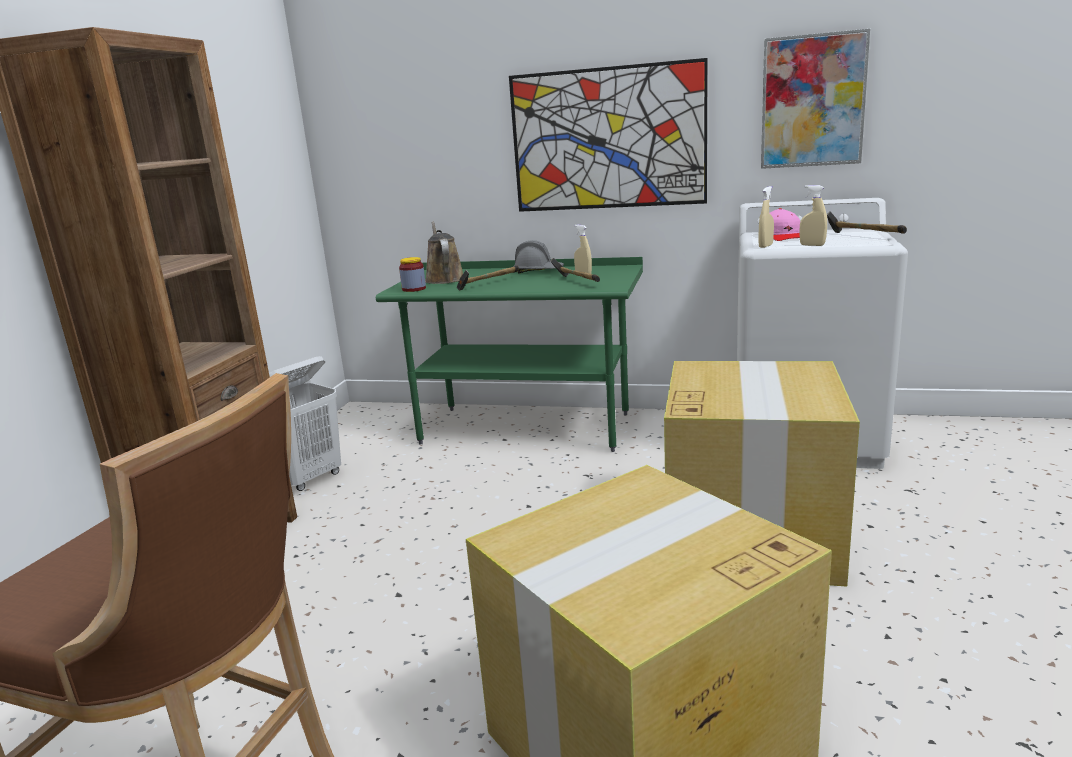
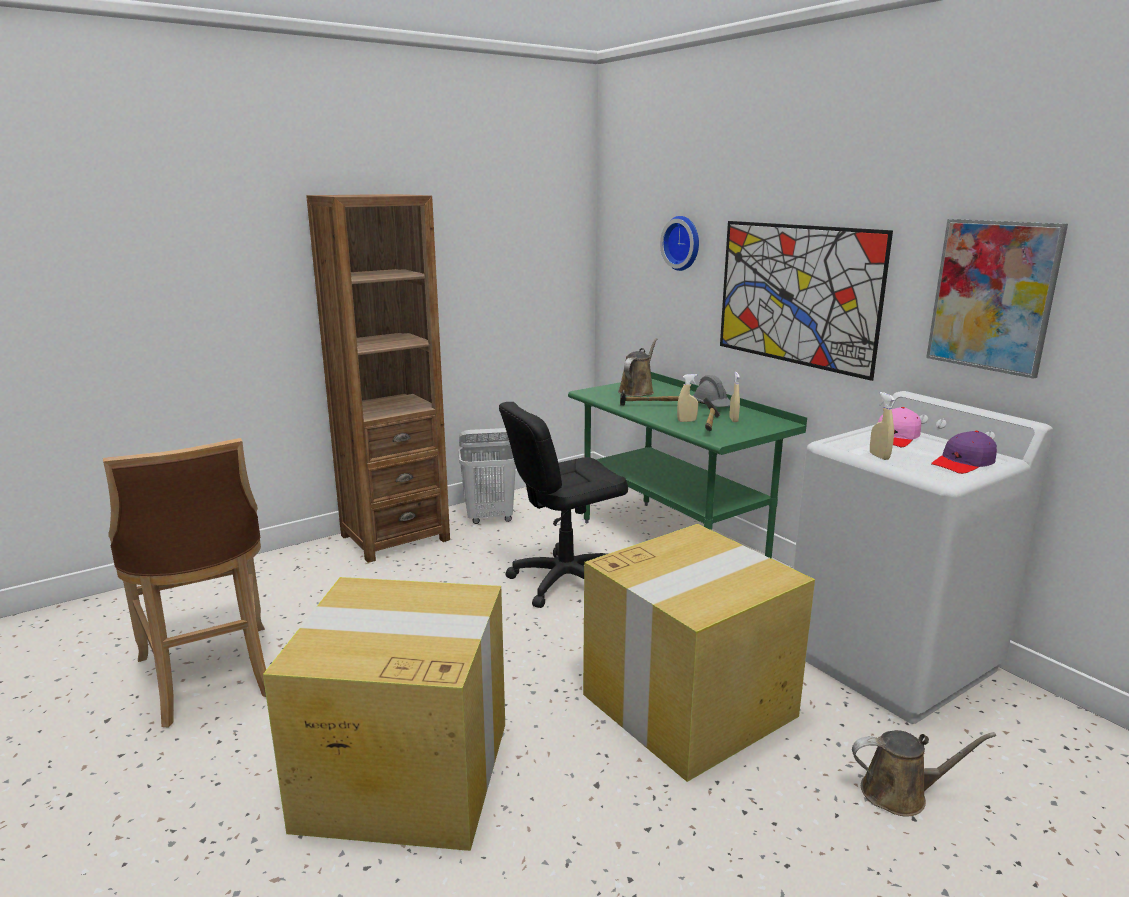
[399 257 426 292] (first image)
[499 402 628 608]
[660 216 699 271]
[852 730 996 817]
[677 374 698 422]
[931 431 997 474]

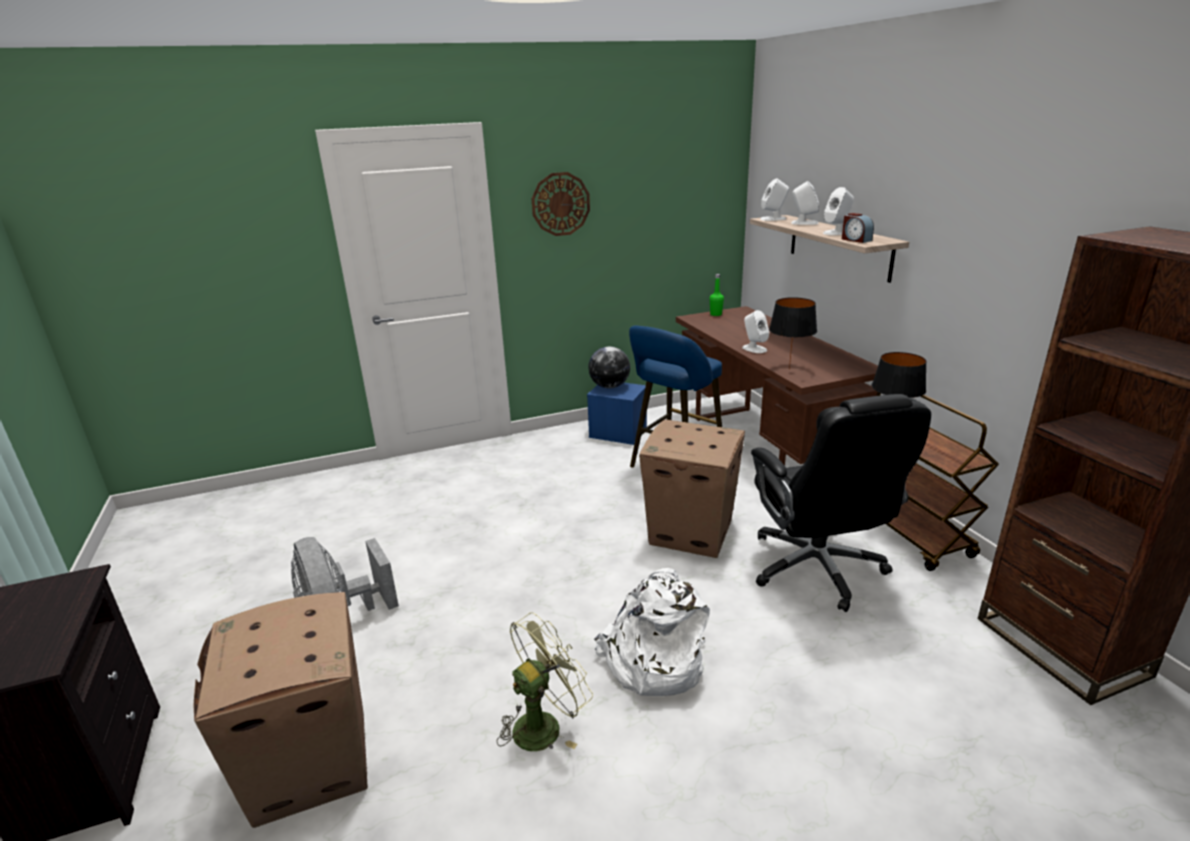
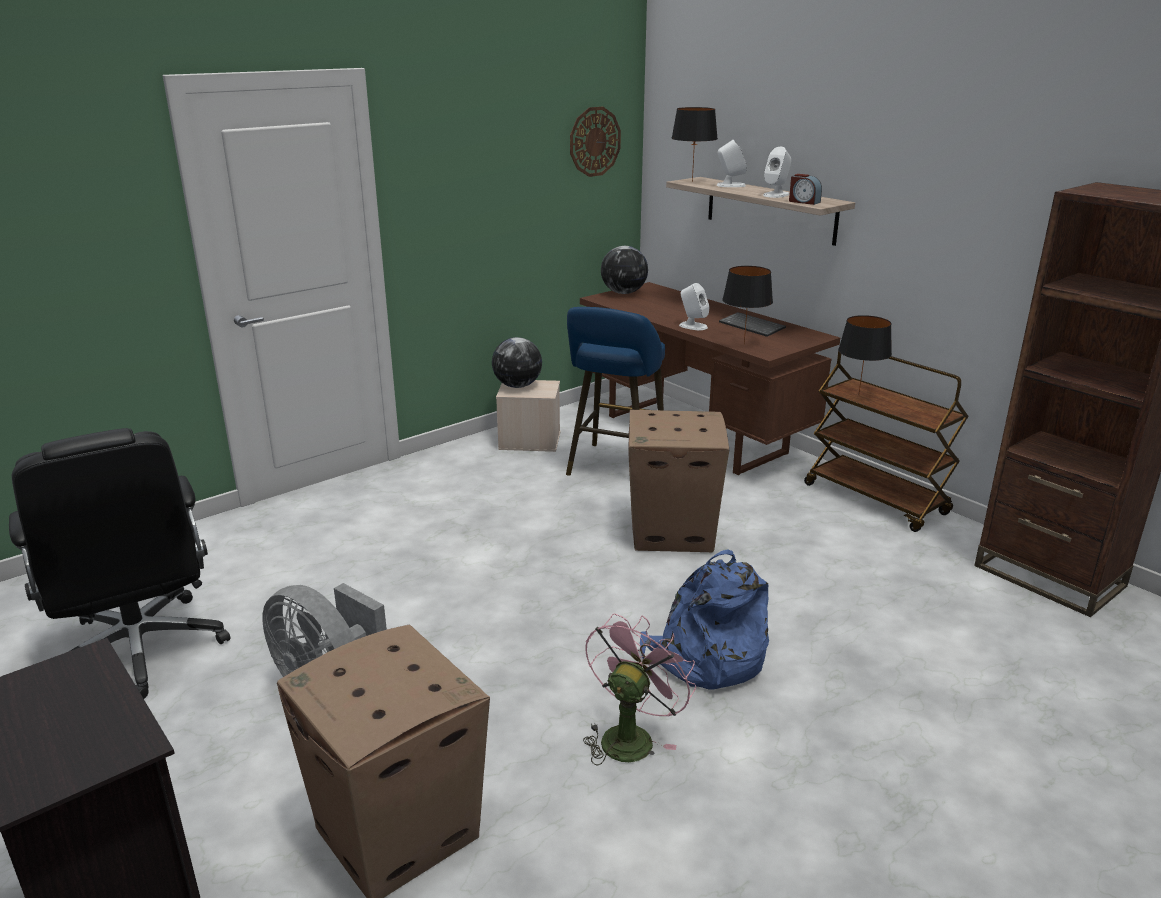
[719 312 786 337]
[570 107 621 177]
[9 428 230 699]
[601 246 648 294]
[671 107 718 182]
[583 614 696 765]
[496 380 561 452]
[640 549 769 690]

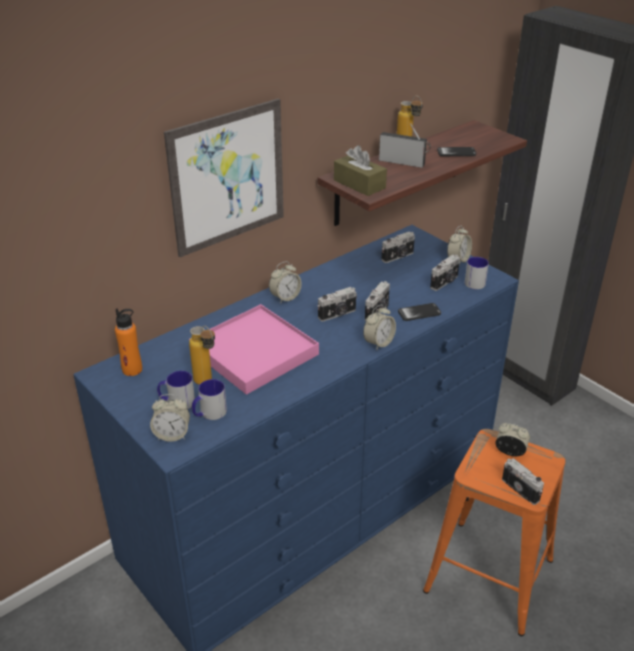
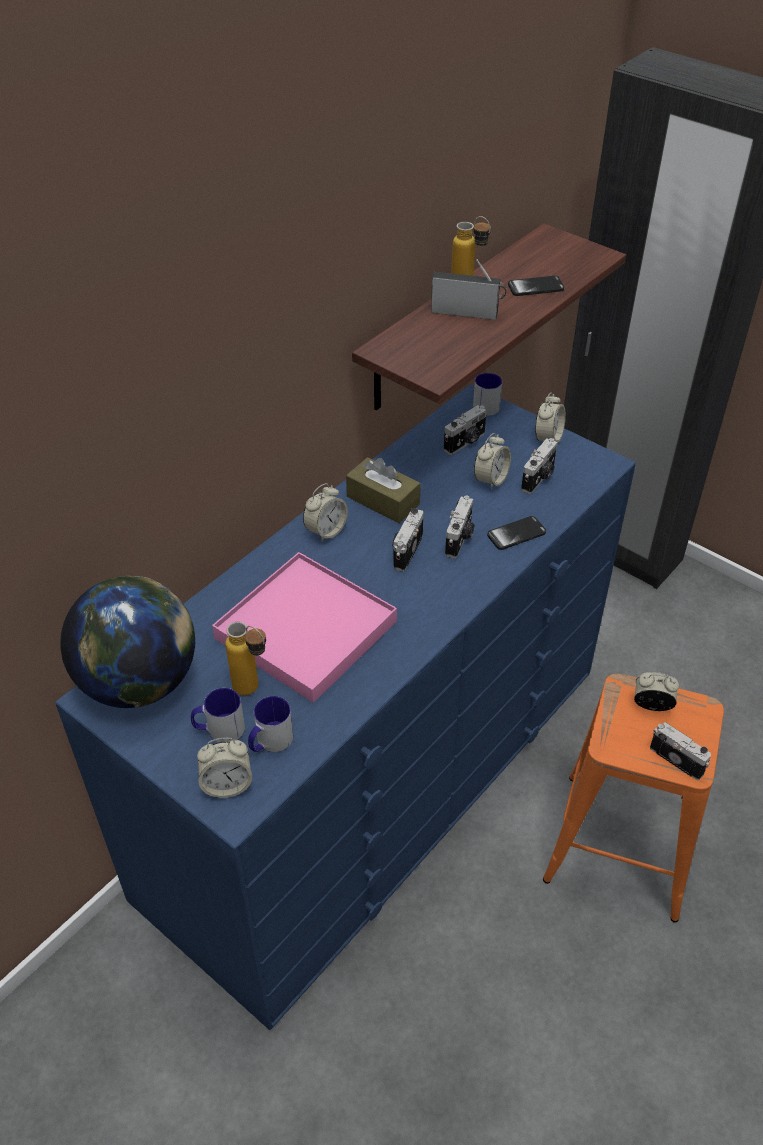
[164 99 284 257] (first image)
[346 457 421 523]
[474 433 511 490]
[473 373 502 416]
[60 576 195 708]
[392 508 424 572]

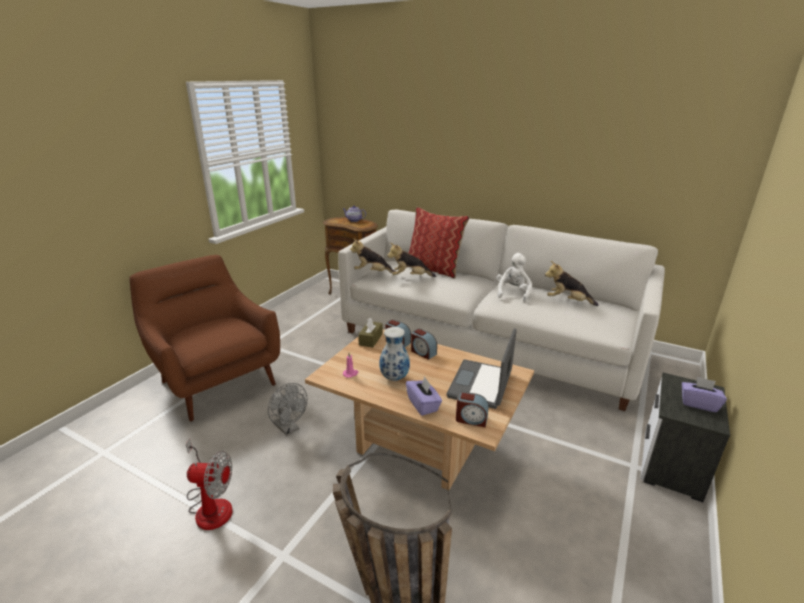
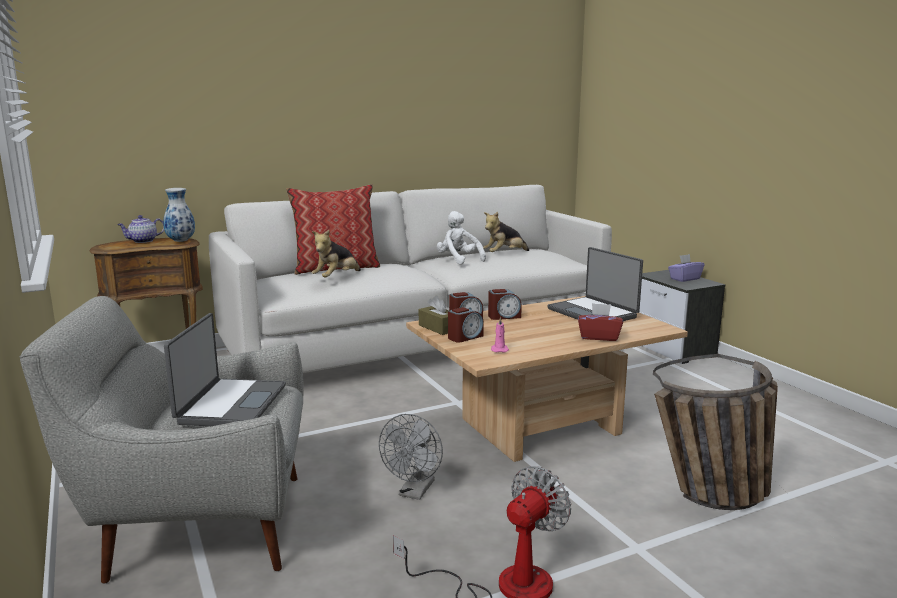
[350 238 396 273] (first image)
[164 313 286 426]
[163 188 195 242]
[448 307 484 343]
[19 296 304 583]
[578 303 623 341]
[379 414 443 500]

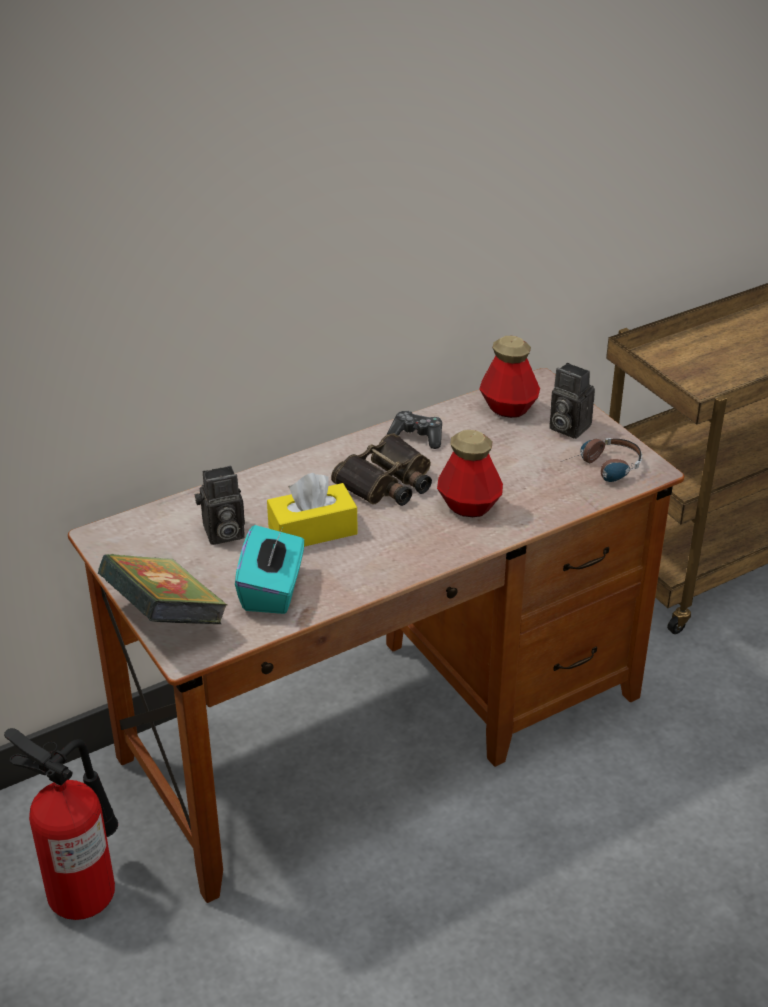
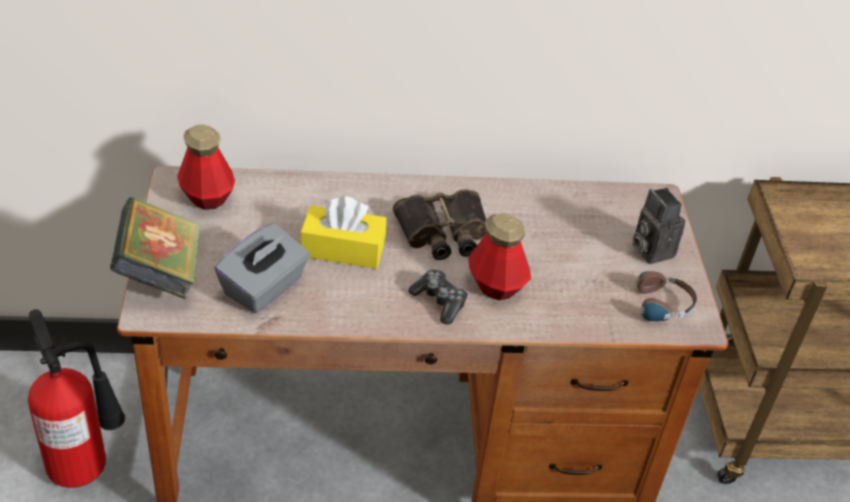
[195 466 245 545] (first image)
[408 269 468 324]
[177 124 235 210]
[214 223 310 313]

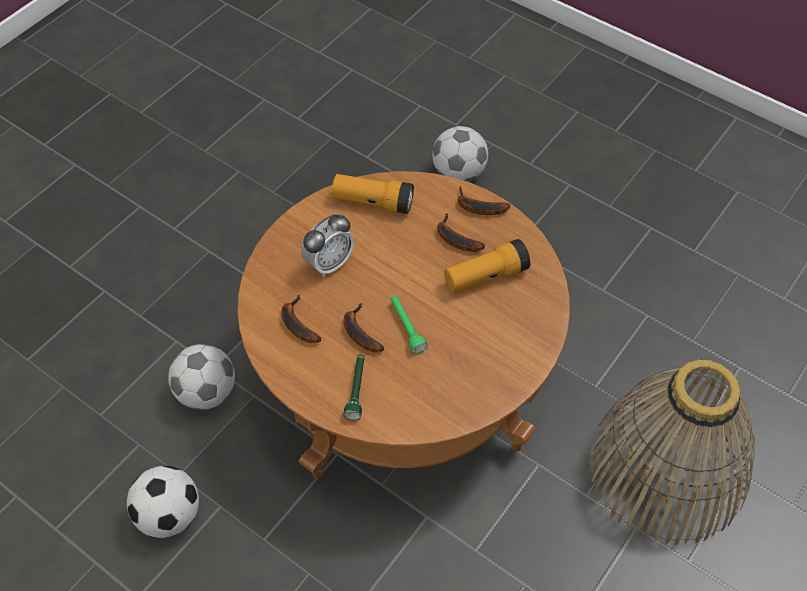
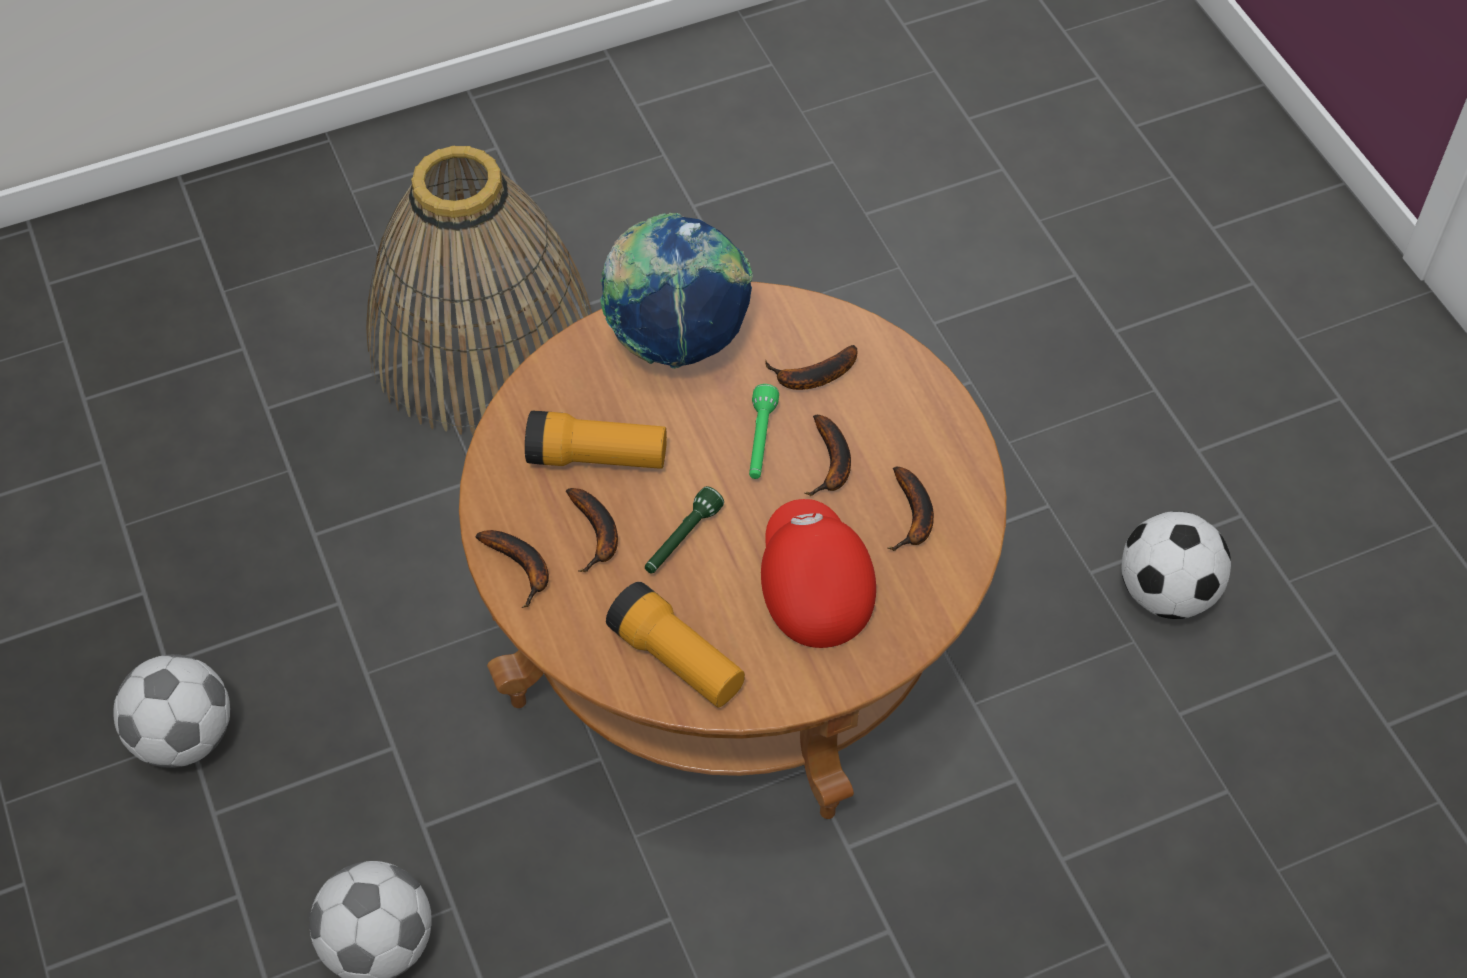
[600 213 753 369]
[765 345 857 390]
[113 654 230 768]
[645 486 724 574]
[761 499 876 648]

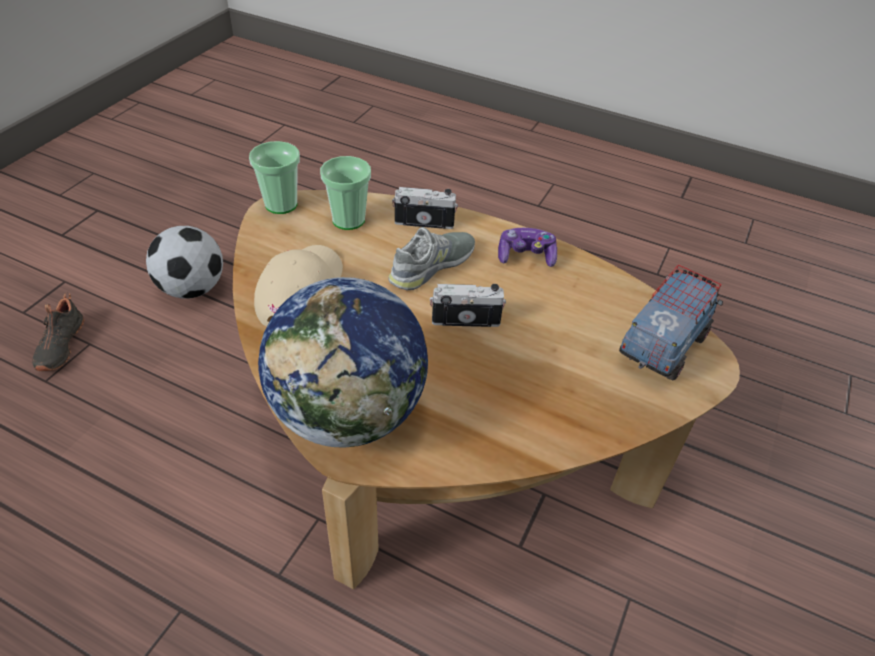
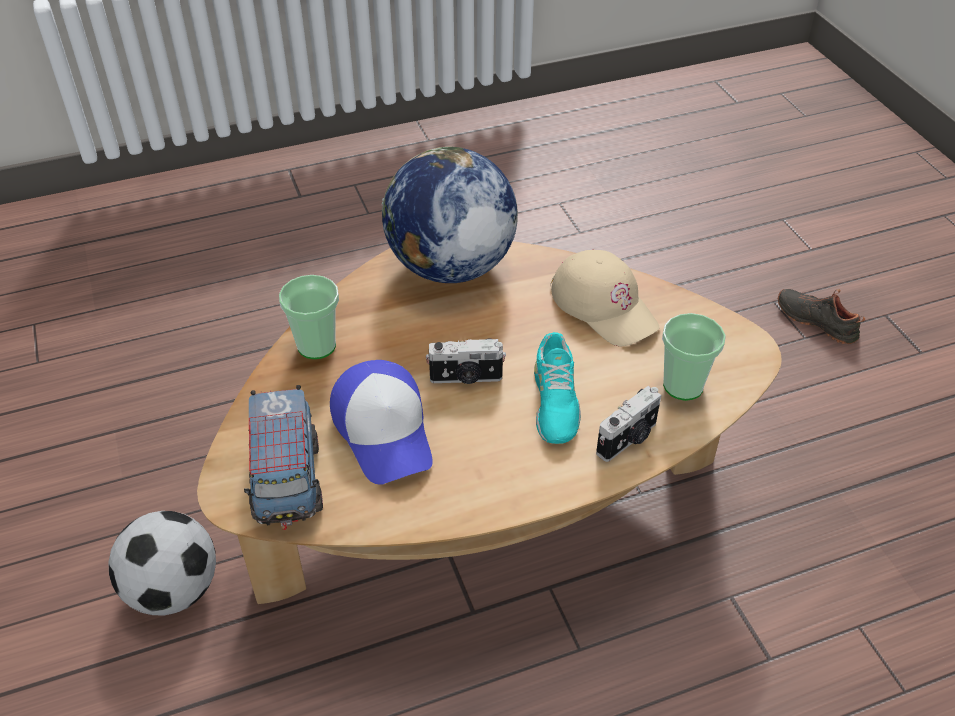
[498 228 557 267] (first image)
[330 360 433 485]
[108 511 216 616]
[279 275 339 359]
[534 332 581 444]
[426 338 506 384]

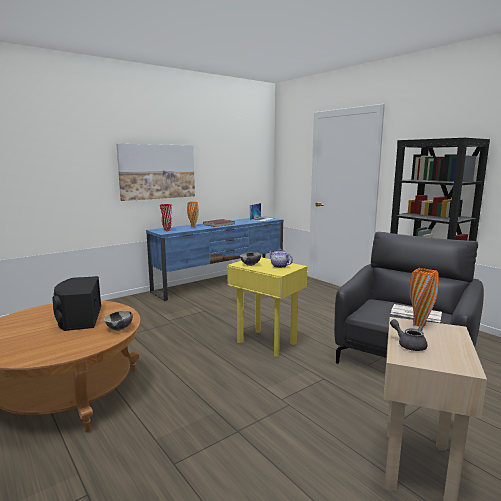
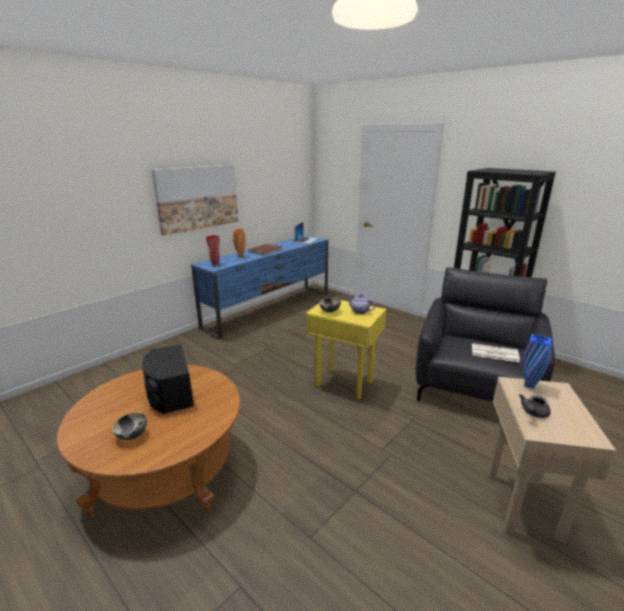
[112 412 147 440]
[522 334 552 389]
[519 394 551 418]

